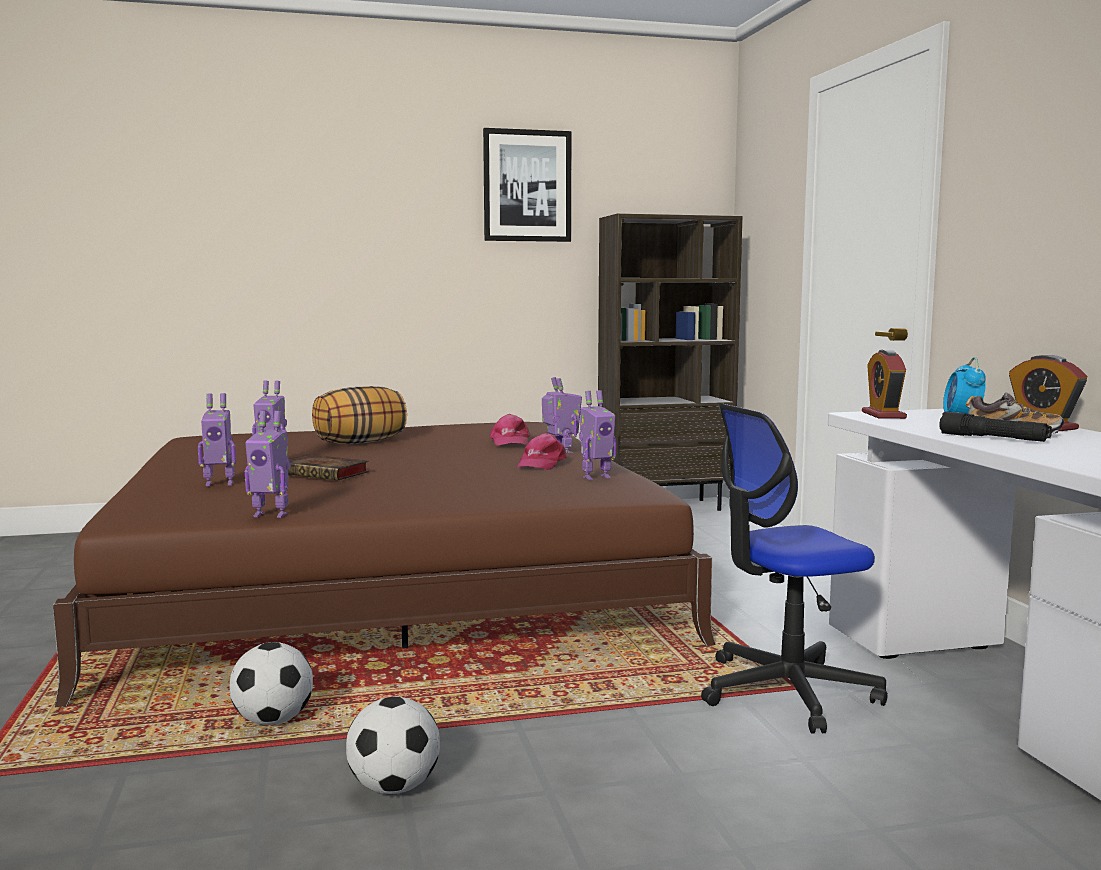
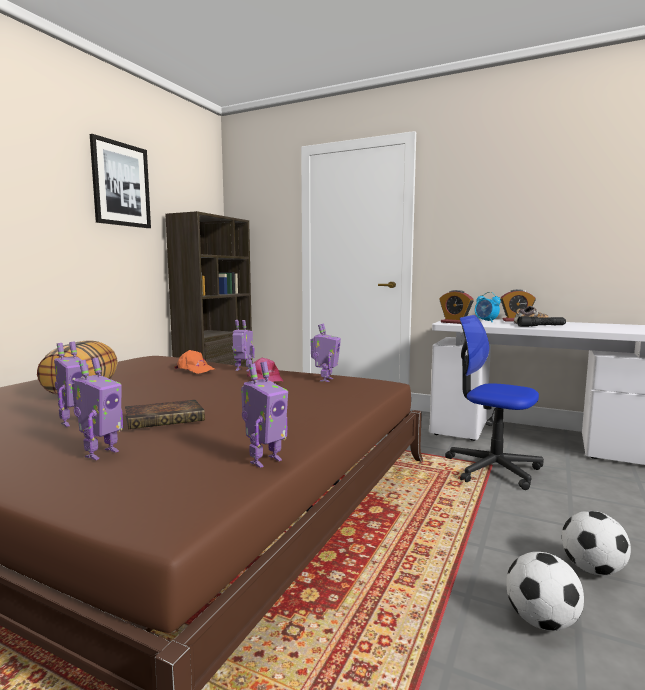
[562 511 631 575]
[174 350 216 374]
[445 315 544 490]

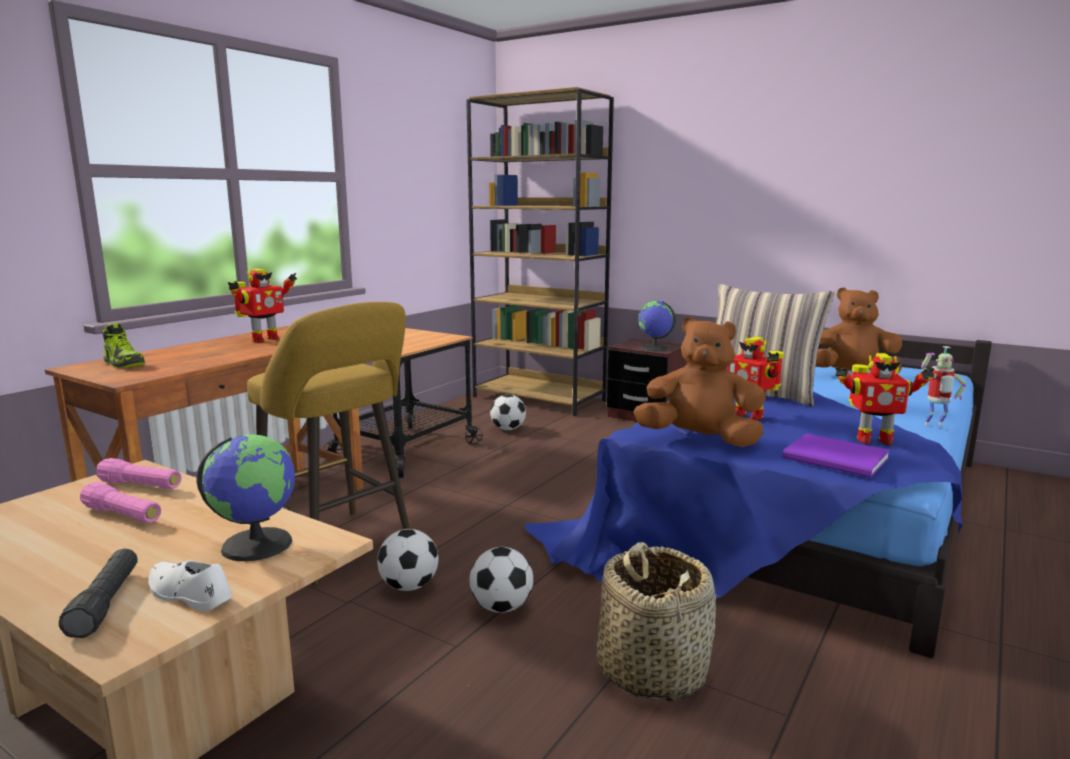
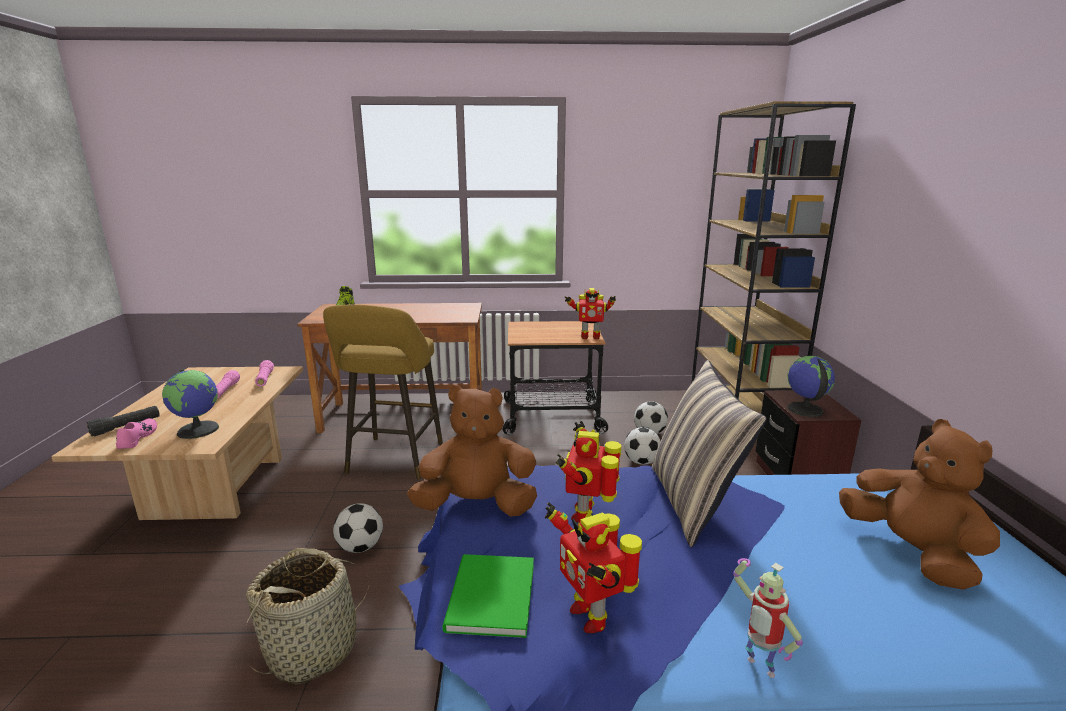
[565 288 616 339]
[624 427 661 465]
[116 418 157 449]
[442 554 534 638]
[407 385 537 517]

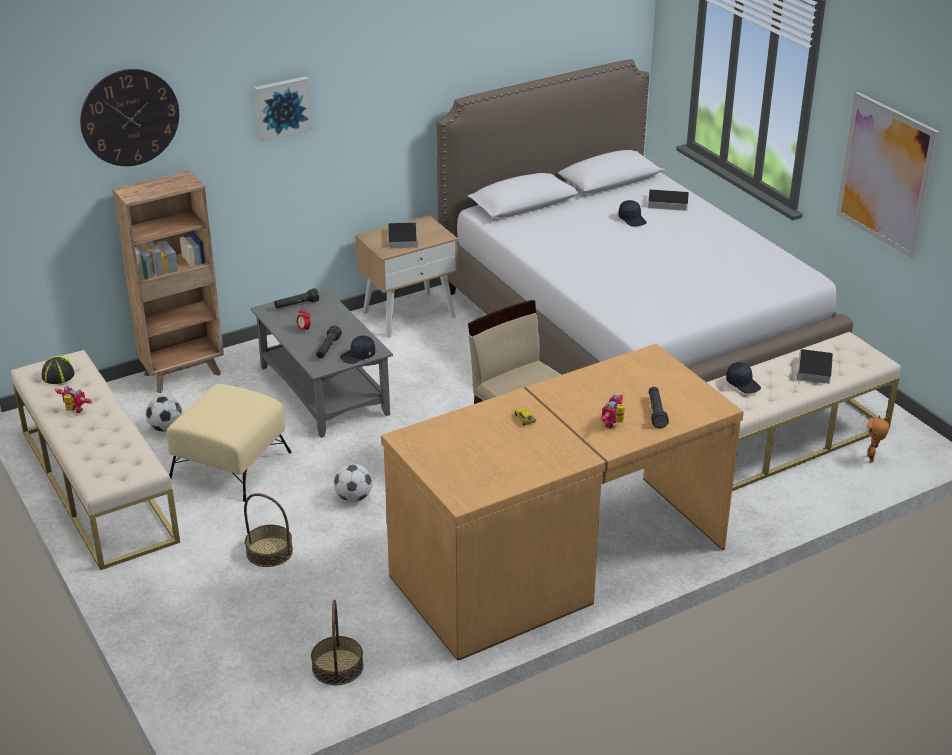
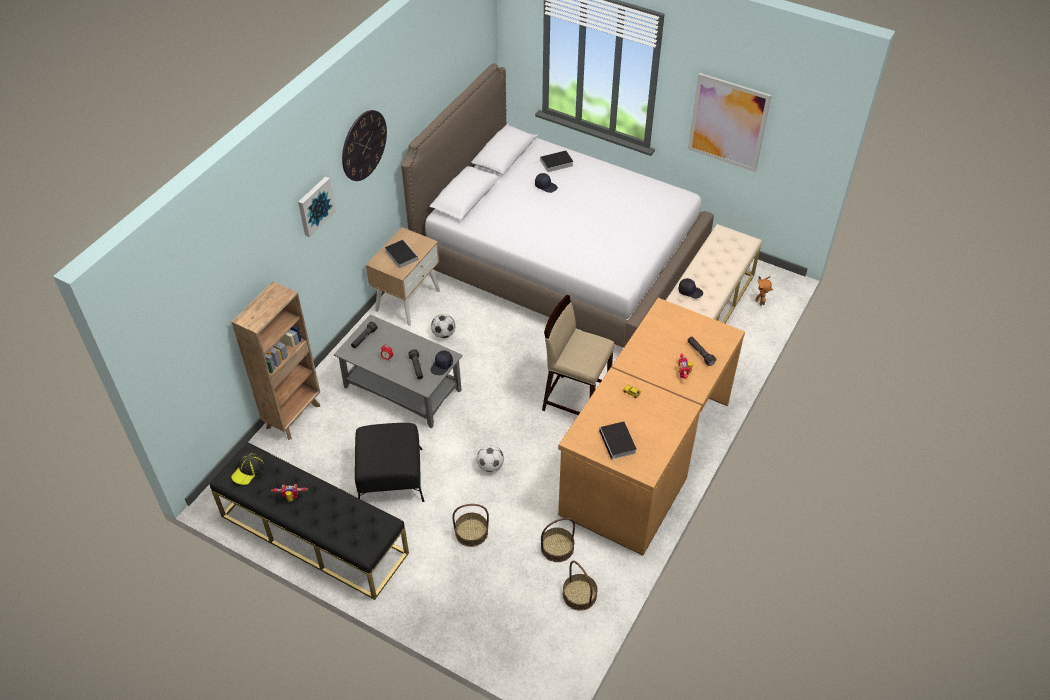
[541 518 575 562]
[342 110 387 181]
[431 314 455 338]
[599 422 637 465]
[210 442 409 600]
[355 423 424 502]
[231 453 264 485]

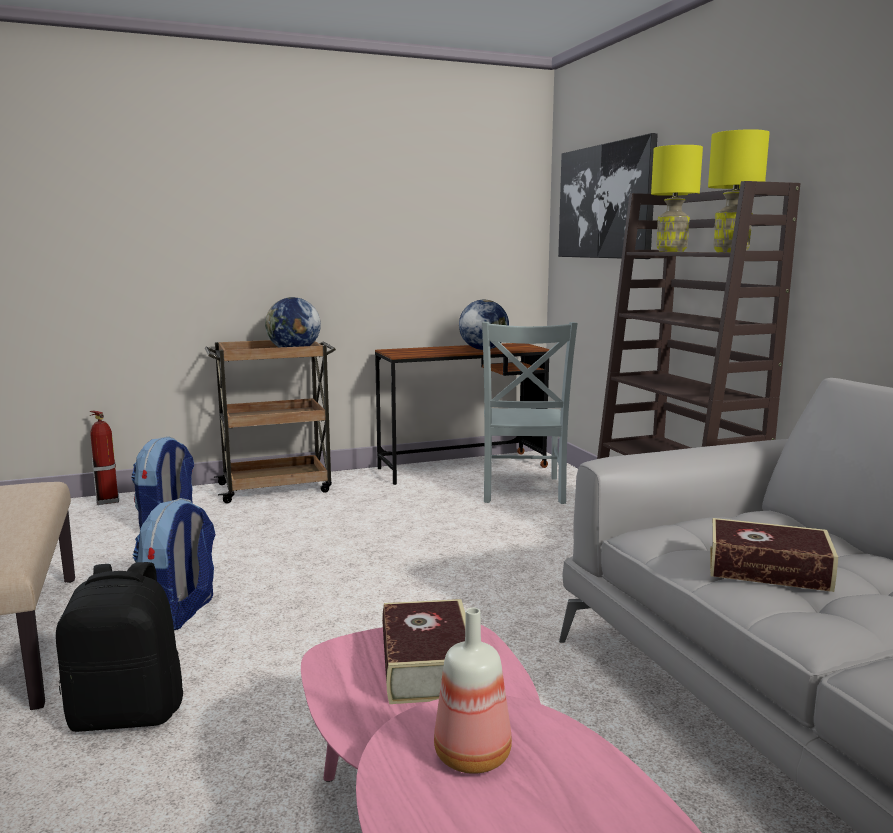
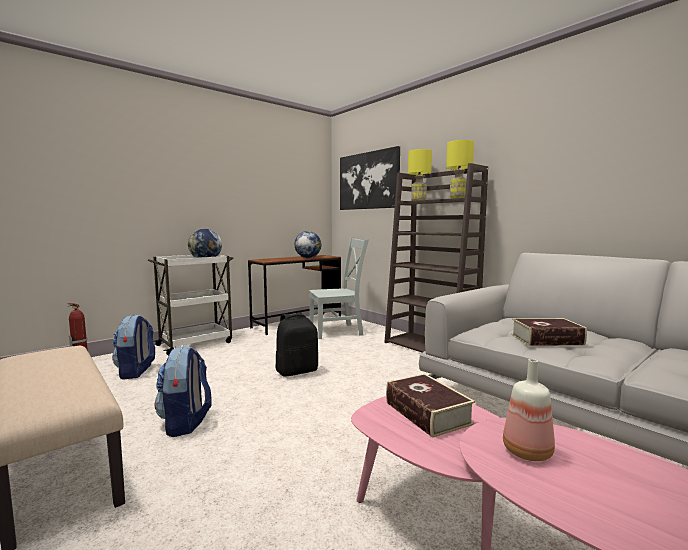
[276 312 318 377]
[147 255 234 356]
[309 237 369 339]

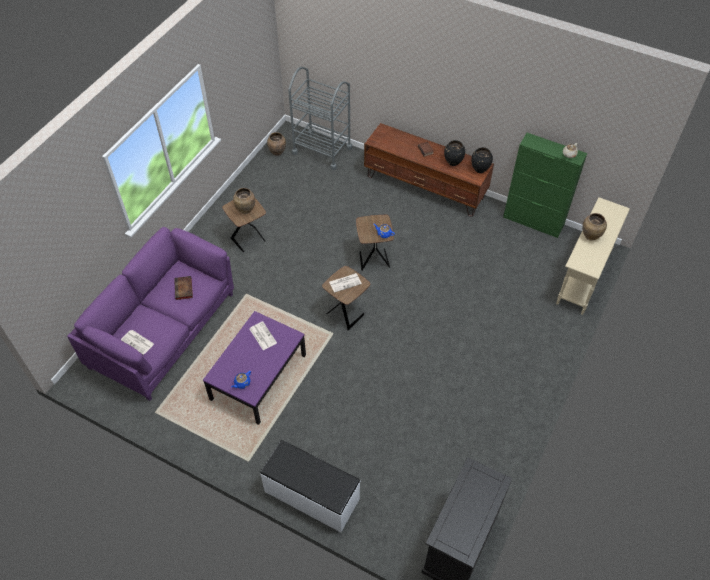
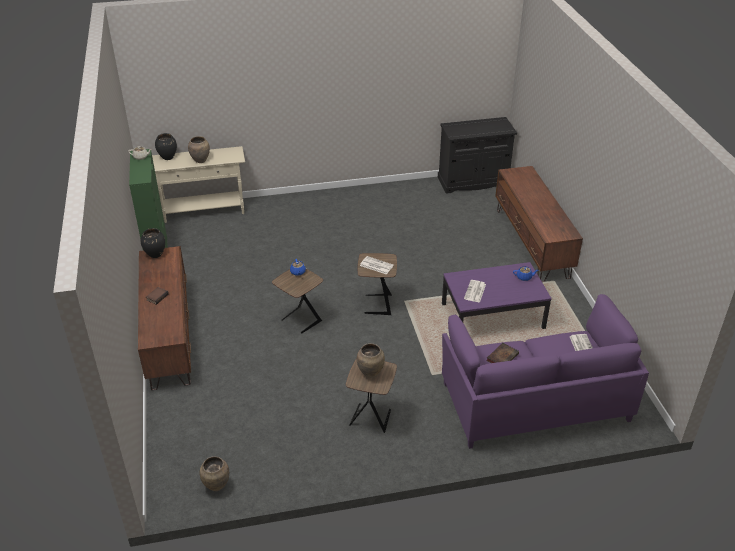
[288 67 352 170] (first image)
[155 133 177 160]
[495 166 583 282]

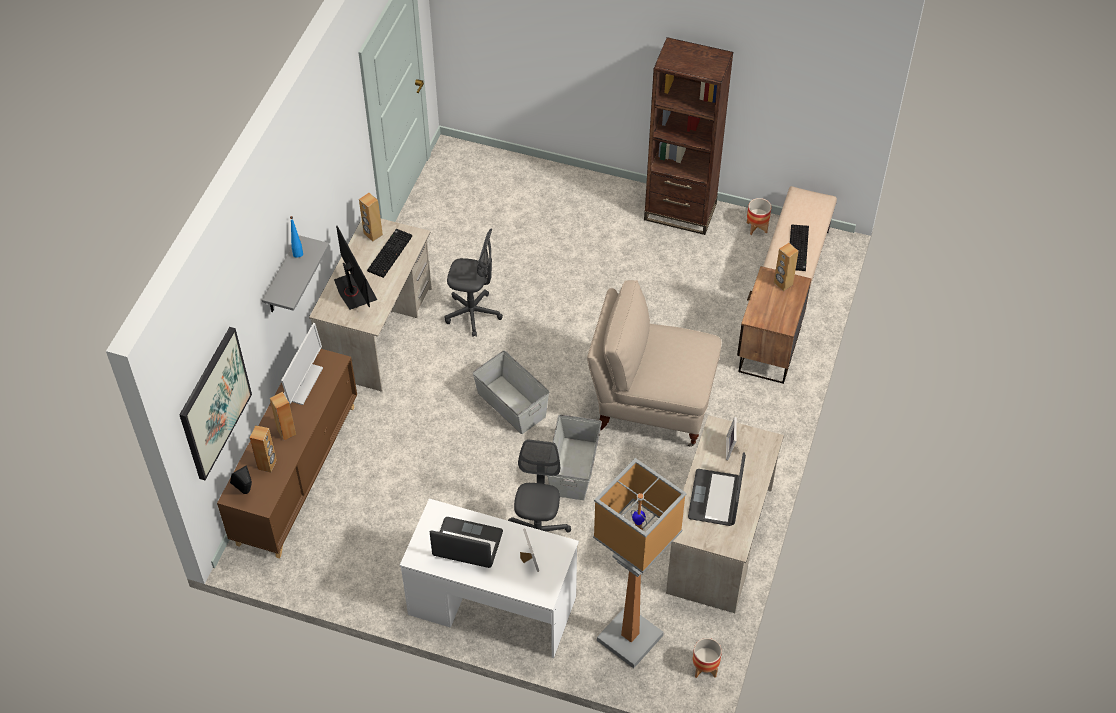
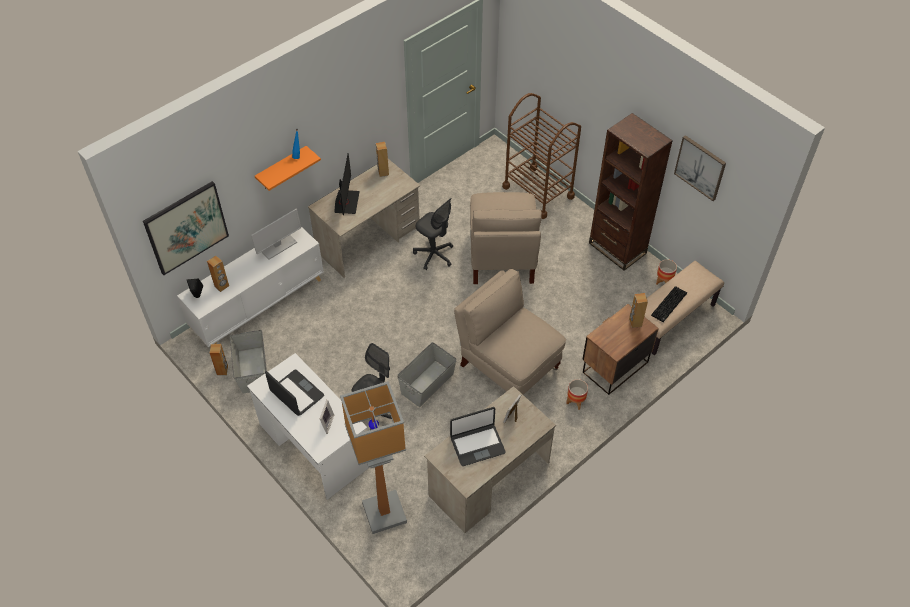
[367 229 412 278] (first image)
[470 192 542 284]
[502 93 581 219]
[674 135 726 201]
[210 344 228 375]
[230 330 267 394]
[566 379 588 410]
[177 227 324 347]
[255 146 321 191]
[450 407 506 466]

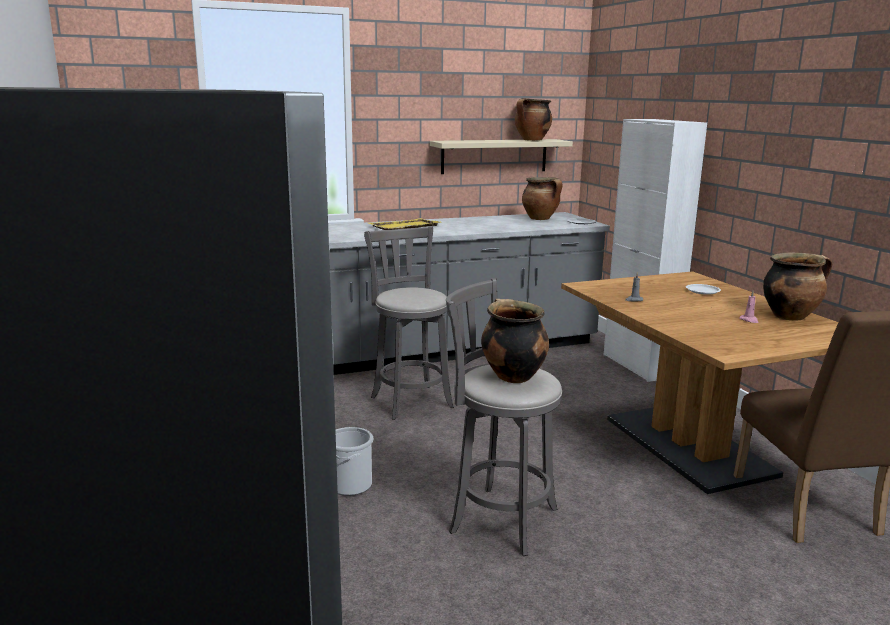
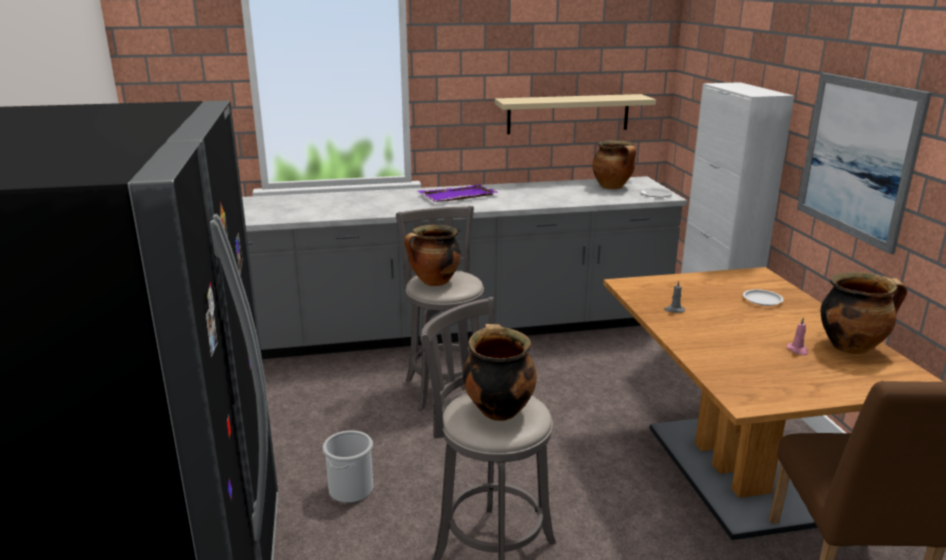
[797 73 932 254]
[404 225 461 286]
[418 184 498 202]

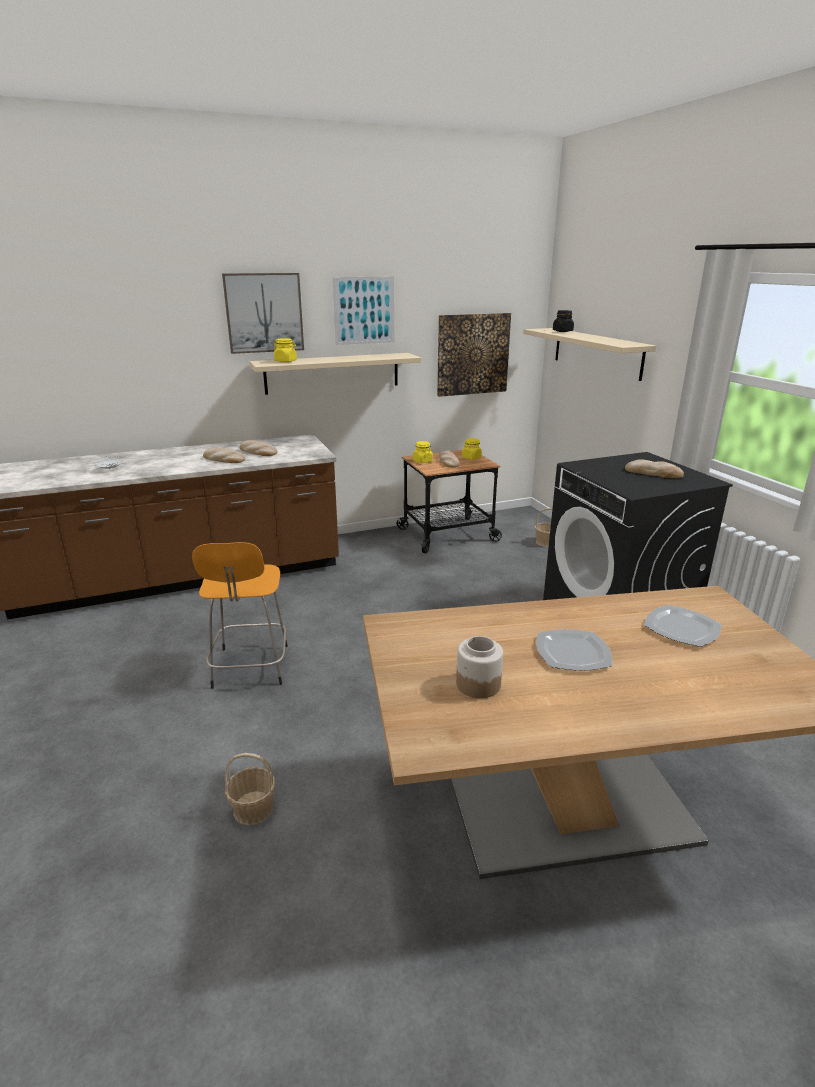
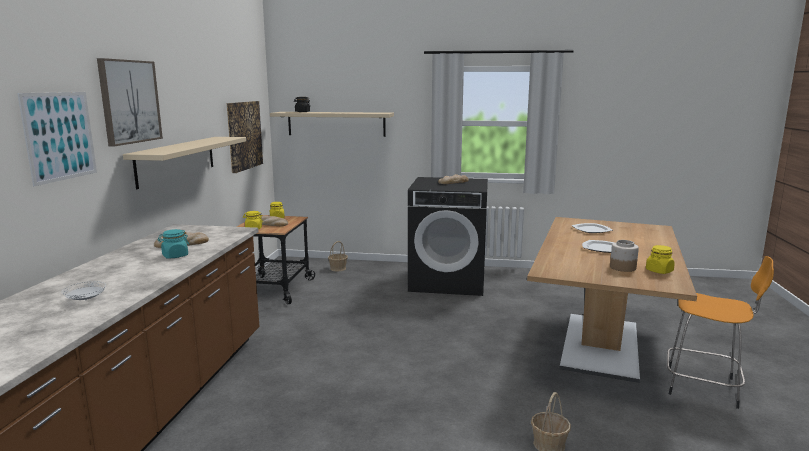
[667 256 774 409]
[646 245 675 274]
[17 92 97 186]
[158 229 189 259]

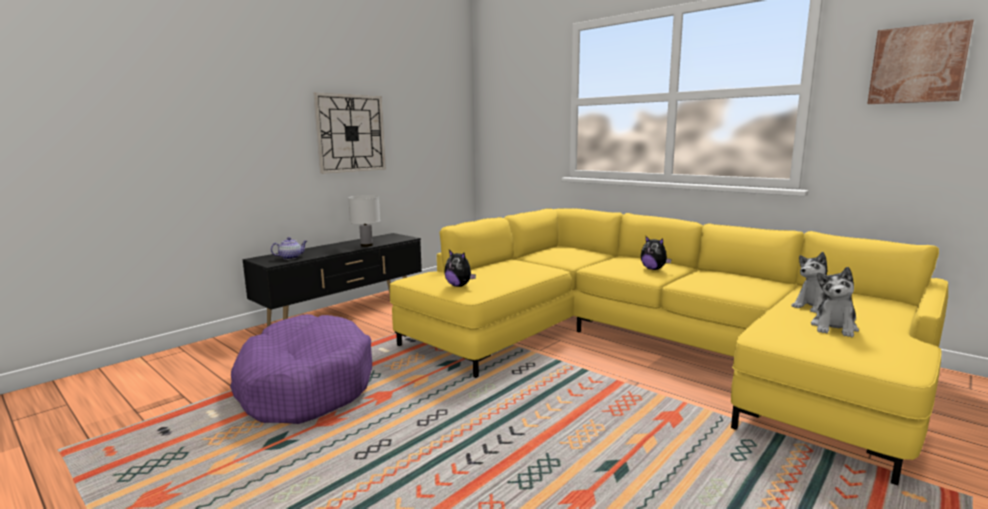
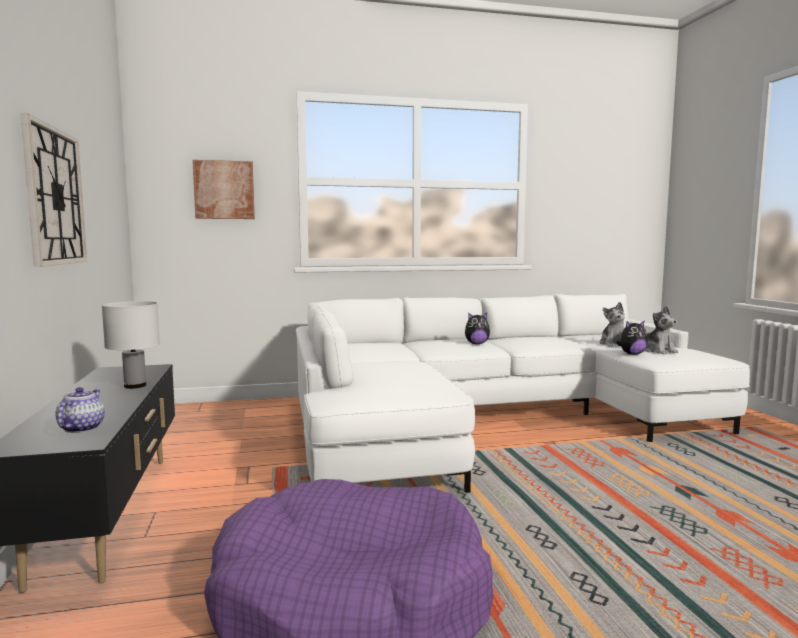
[616 320 648 355]
[193 160 255 219]
[296 294 750 493]

